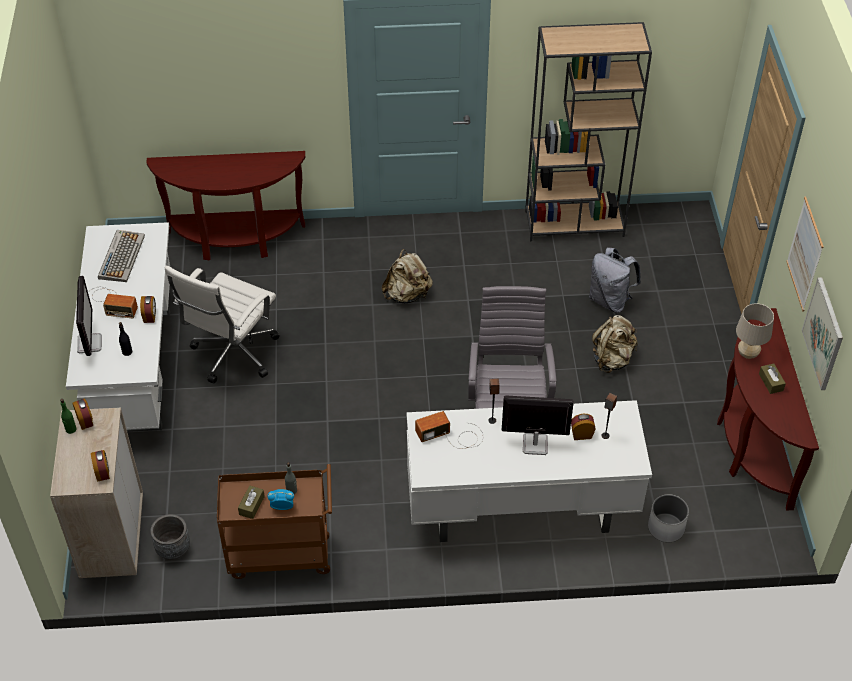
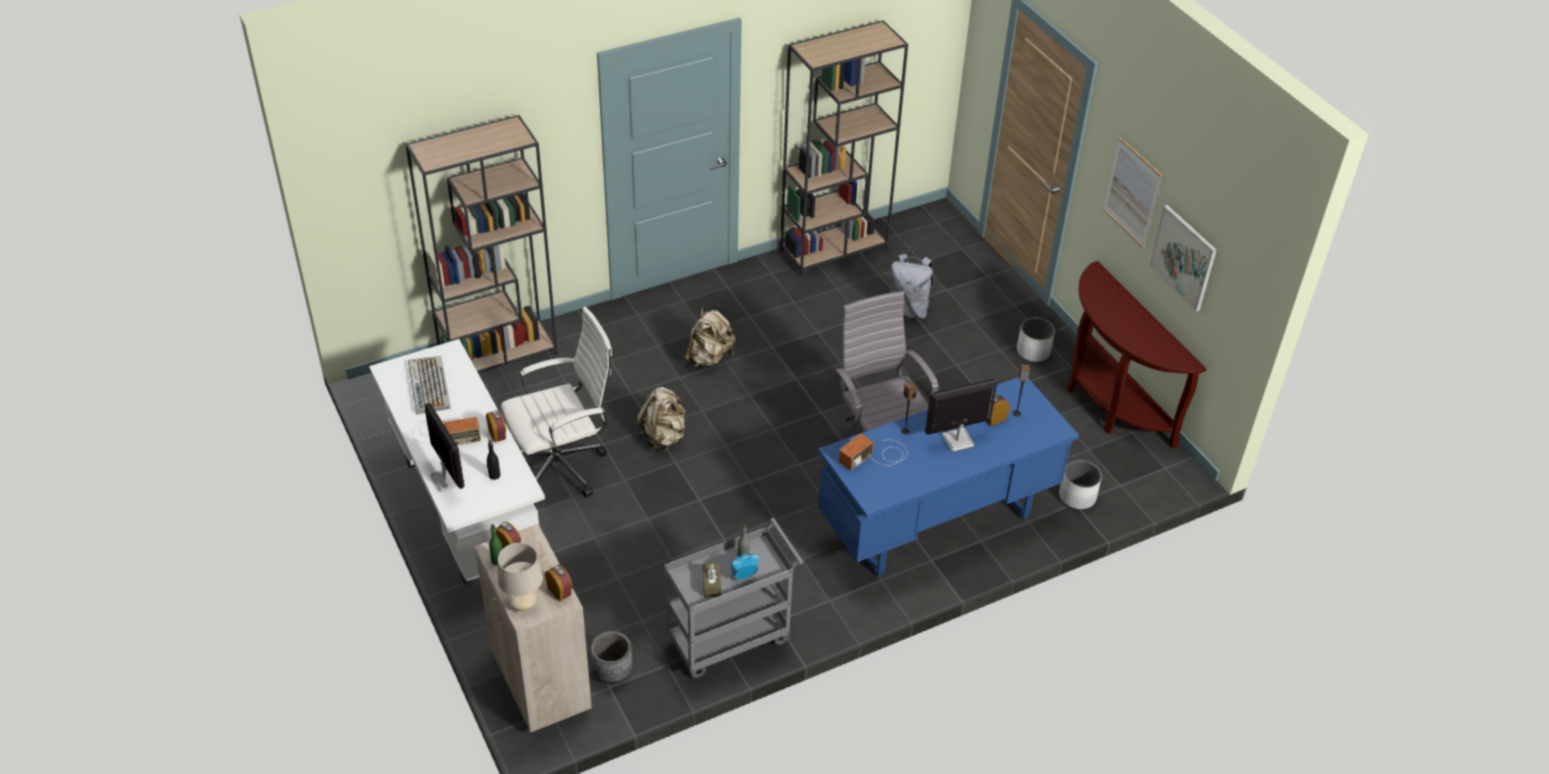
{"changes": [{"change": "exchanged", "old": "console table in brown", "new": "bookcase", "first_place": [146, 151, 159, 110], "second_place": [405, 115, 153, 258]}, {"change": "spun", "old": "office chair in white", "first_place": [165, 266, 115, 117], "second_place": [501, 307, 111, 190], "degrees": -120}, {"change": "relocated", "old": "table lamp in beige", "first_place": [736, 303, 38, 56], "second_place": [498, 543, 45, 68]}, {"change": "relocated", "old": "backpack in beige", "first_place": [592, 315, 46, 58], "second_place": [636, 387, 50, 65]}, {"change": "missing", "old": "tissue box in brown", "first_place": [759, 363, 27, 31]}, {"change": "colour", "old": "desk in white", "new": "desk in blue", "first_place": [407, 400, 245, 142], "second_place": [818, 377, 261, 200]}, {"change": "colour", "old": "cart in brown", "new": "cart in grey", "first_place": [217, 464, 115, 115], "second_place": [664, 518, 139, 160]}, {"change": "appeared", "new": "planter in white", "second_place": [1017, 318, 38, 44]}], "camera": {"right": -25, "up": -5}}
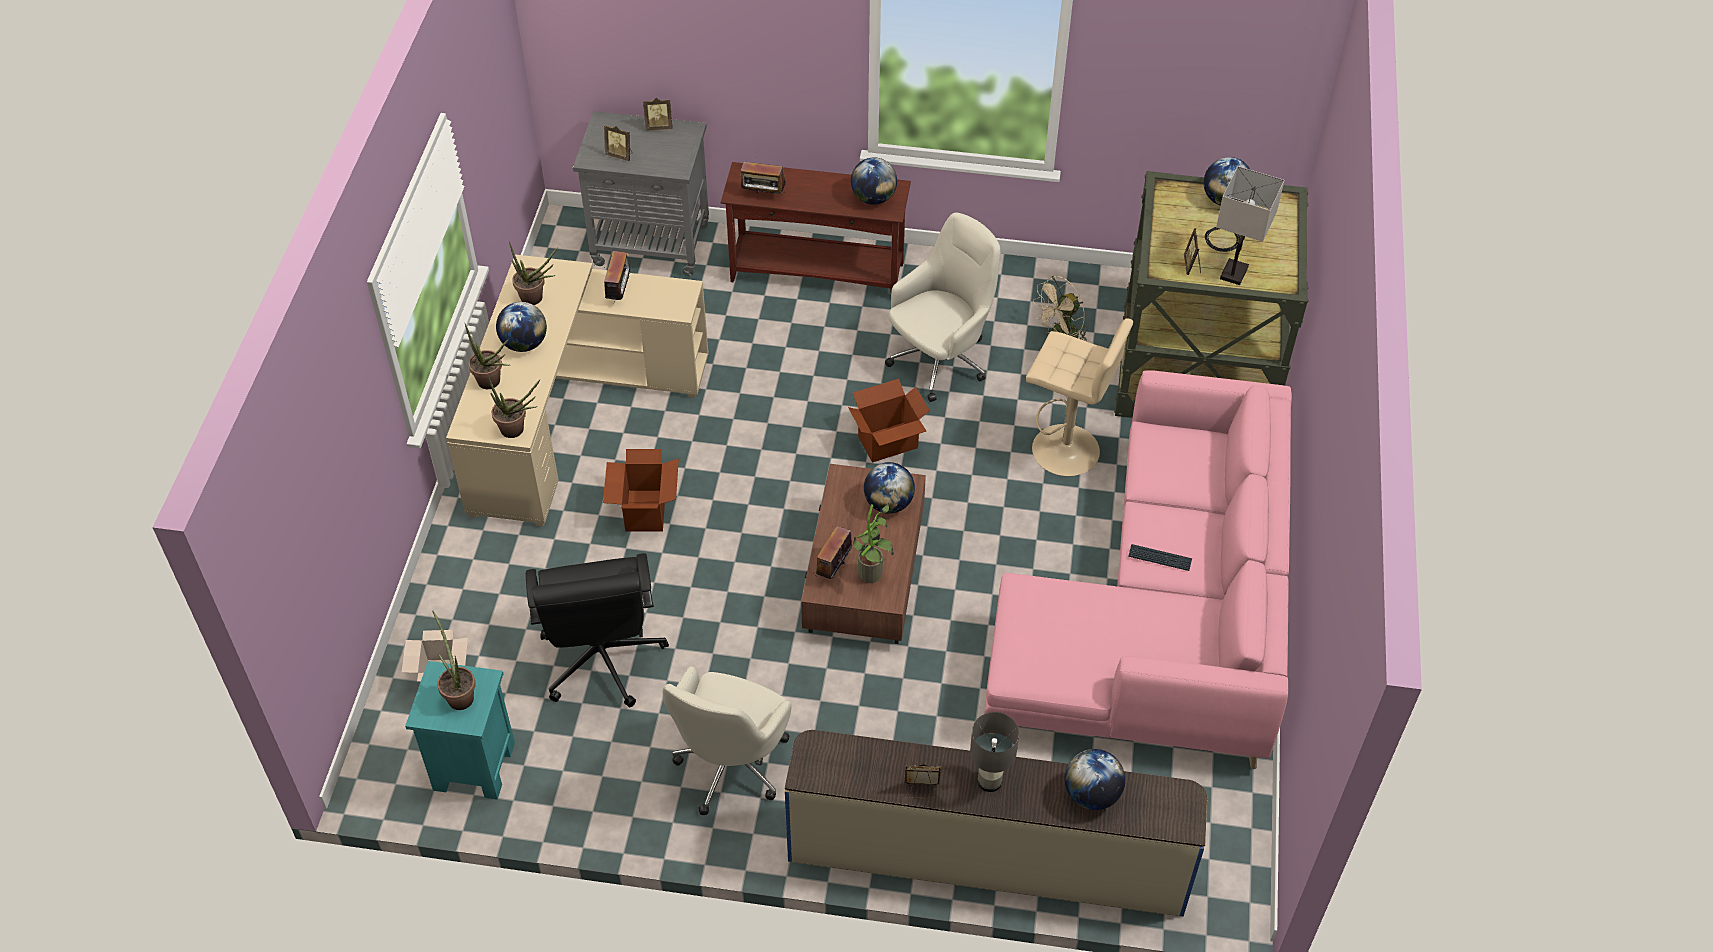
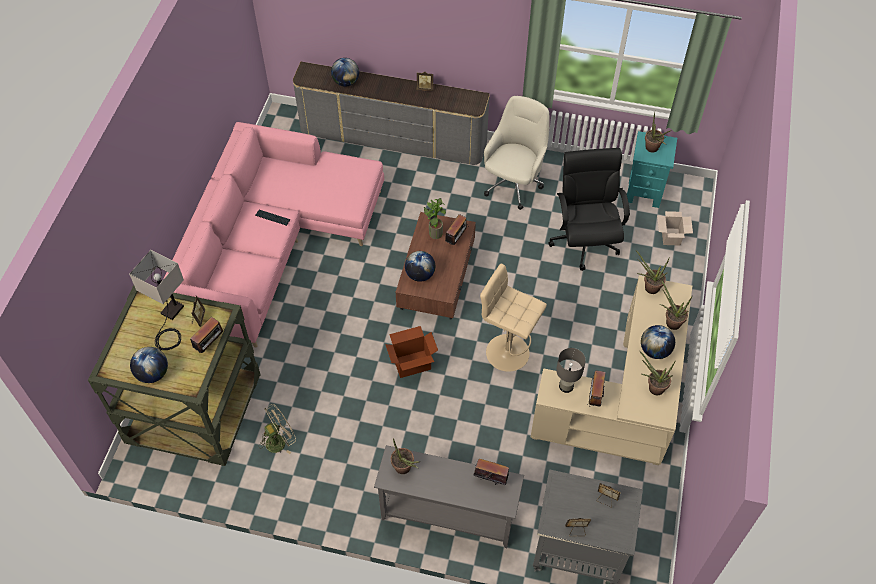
{"changes": [{"change": "exchanged", "old": "globe", "new": "potted plant", "first_place": [851, 157, 46, 48], "second_place": [391, 438, 29, 36]}, {"change": "colour", "old": "console table in brown", "new": "console table in grey", "first_place": [721, 162, 190, 129], "second_place": [374, 445, 150, 103]}, {"change": "missing", "old": "office chair in beige", "first_place": [885, 213, 115, 189]}, {"change": "relocated", "old": "stool in beige", "first_place": [1026, 318, 107, 158], "second_place": [480, 264, 67, 108]}, {"change": "missing", "old": "cardboard box", "first_place": [603, 449, 76, 83]}, {"change": "relocated", "old": "table lamp in grey", "first_place": [970, 712, 49, 80], "second_place": [556, 348, 30, 45]}, {"change": "colour", "old": "cabinet in blue", "new": "cabinet in grey", "first_place": [785, 730, 422, 187], "second_place": [293, 62, 197, 103]}, {"change": "appeared", "new": "radio", "second_place": [190, 317, 34, 36]}], "camera": {"right": -175, "up": 5}}
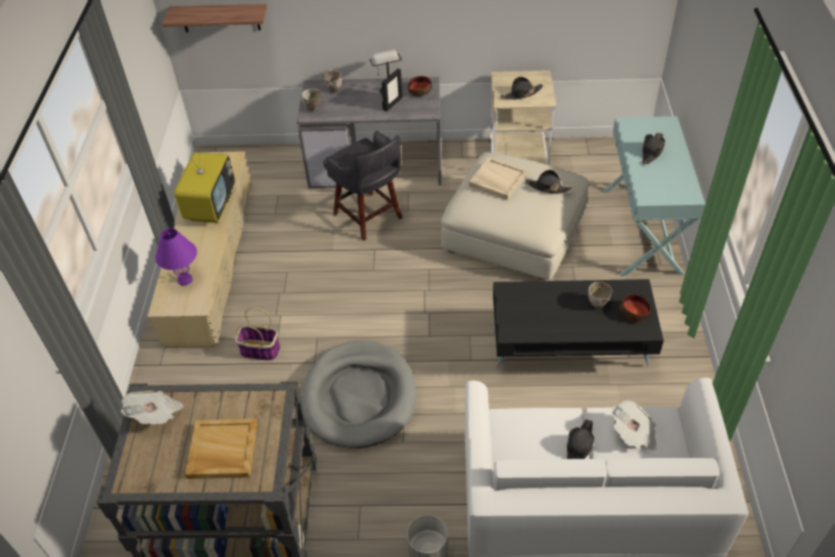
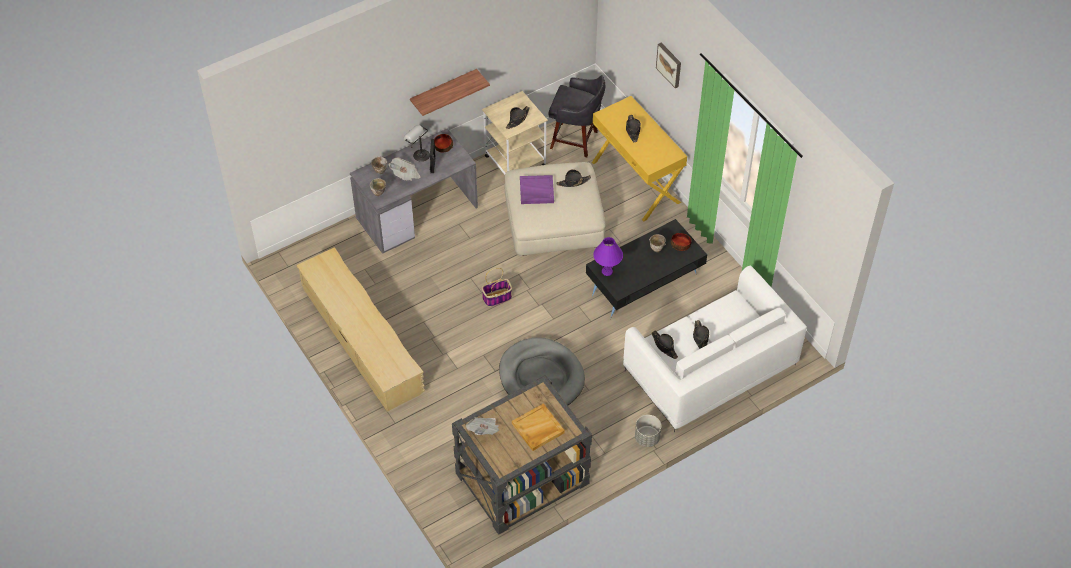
{"changes": [{"change": "relocated", "old": "shelf", "first_place": [162, 4, 105, 28], "second_place": [410, 69, 80, 47]}, {"change": "colour", "old": "console table in turquoise", "new": "console table in yellow", "first_place": [604, 116, 101, 160], "second_place": [592, 96, 95, 125]}, {"change": "relocated", "old": "stool in grey", "first_place": [323, 131, 80, 110], "second_place": [549, 75, 56, 82]}, {"change": "missing", "old": "television", "first_place": [174, 141, 61, 82]}, {"change": "colour", "old": "tray in beige", "new": "tray in purple", "first_place": [469, 157, 58, 43], "second_place": [520, 175, 34, 29]}, {"change": "relocated", "old": "table lamp in purple", "first_place": [155, 228, 42, 58], "second_place": [593, 237, 30, 39]}, {"change": "relocated", "old": "basket", "first_place": [235, 308, 45, 53], "second_place": [481, 268, 31, 39]}, {"change": "relocated", "old": "newspaper", "first_place": [612, 400, 44, 50], "second_place": [389, 158, 32, 23]}, {"change": "appeared", "new": "picture", "second_place": [656, 43, 25, 45]}, {"change": "appeared", "new": "hat in black", "second_place": [652, 330, 26, 29]}], "camera": {"right": -35, "up": 5}}
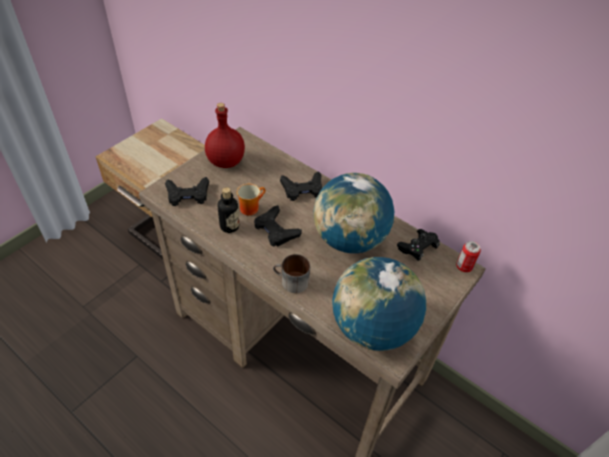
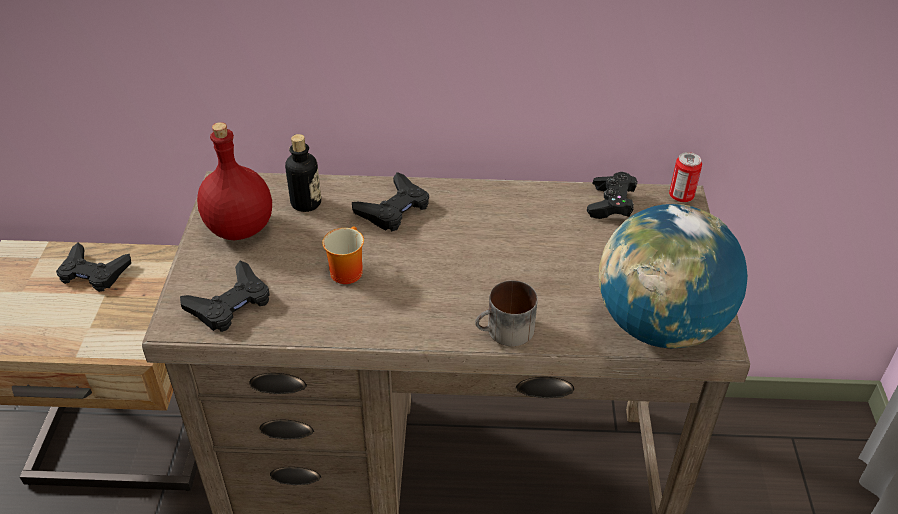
{"changes": [{"change": "missing", "old": "globe", "first_place": [314, 173, 80, 80]}, {"change": "relocated", "old": "bottle", "first_place": [218, 187, 21, 46], "second_place": [285, 134, 36, 78]}, {"change": "relocated", "old": "game controller in black", "first_place": [254, 205, 48, 41], "second_place": [56, 243, 75, 49]}], "camera": {"right": -35, "up": -5}}
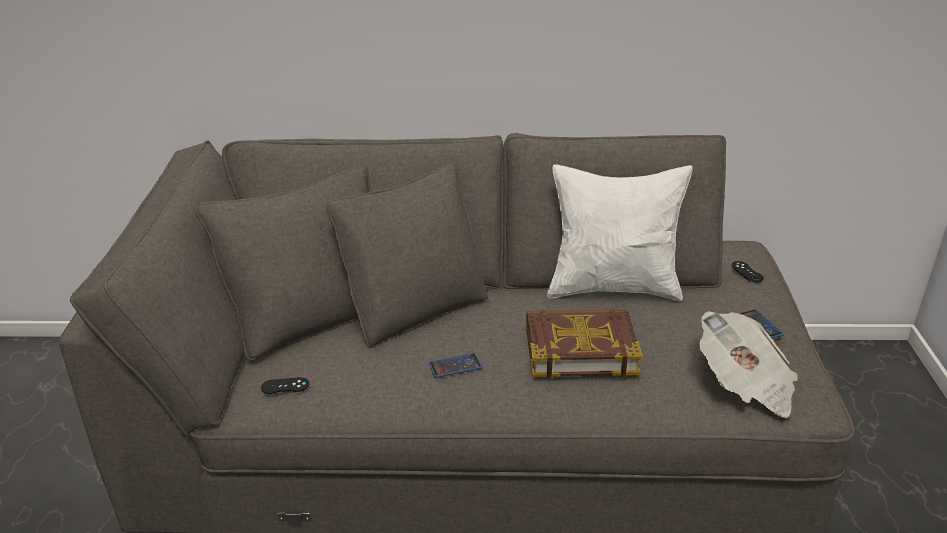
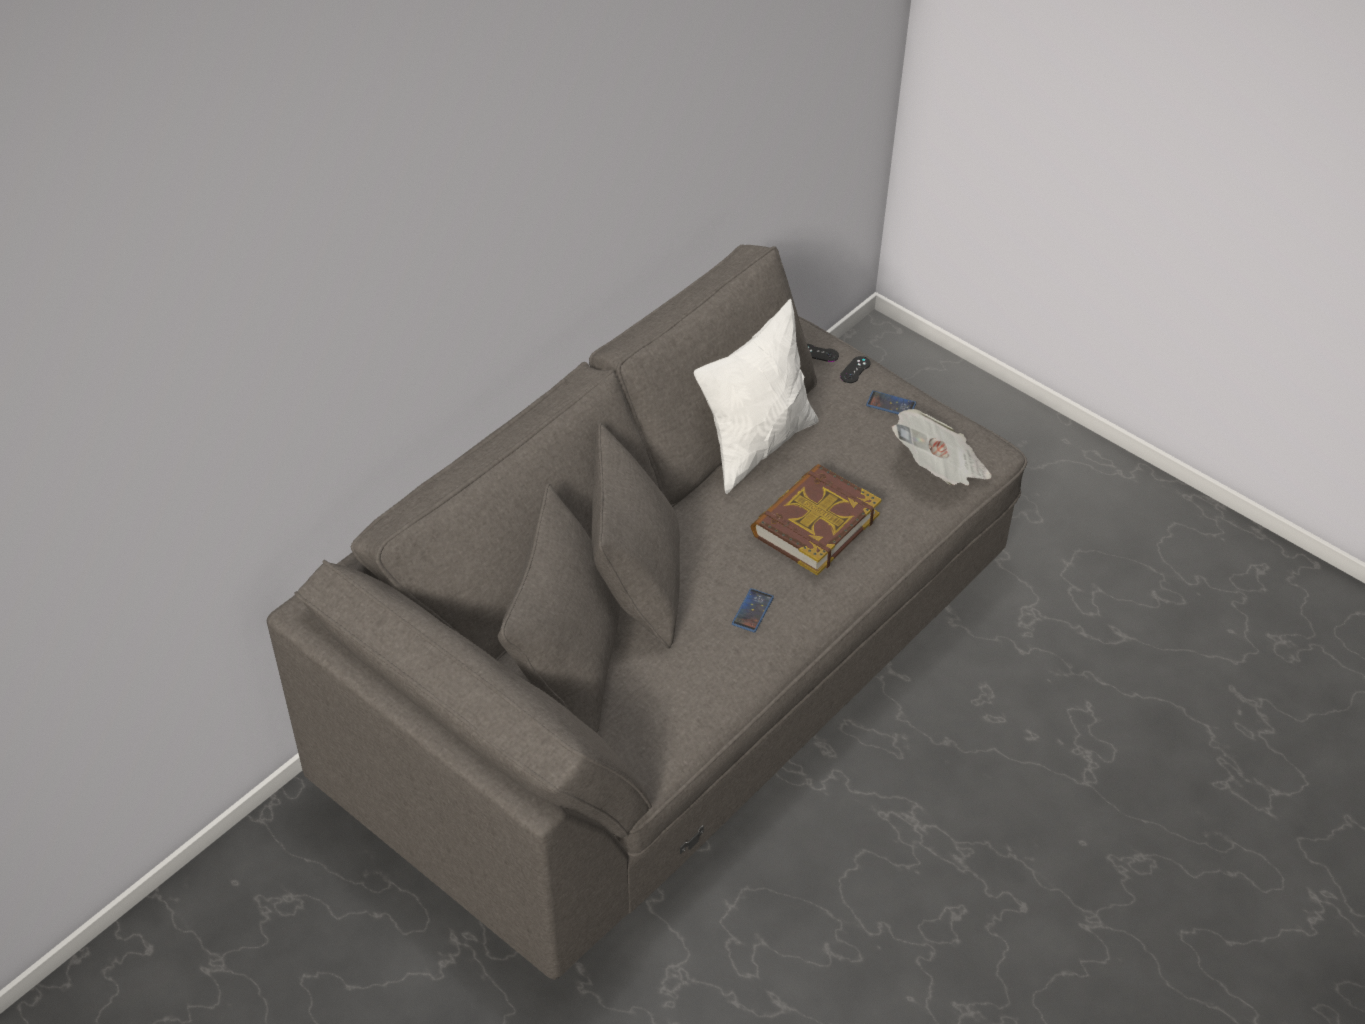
{"changes": [{"change": "relocated", "old": "game controller in black", "first_place": [261, 377, 48, 17], "second_place": [840, 356, 31, 27]}], "camera": {"right": -50, "up": 15}}
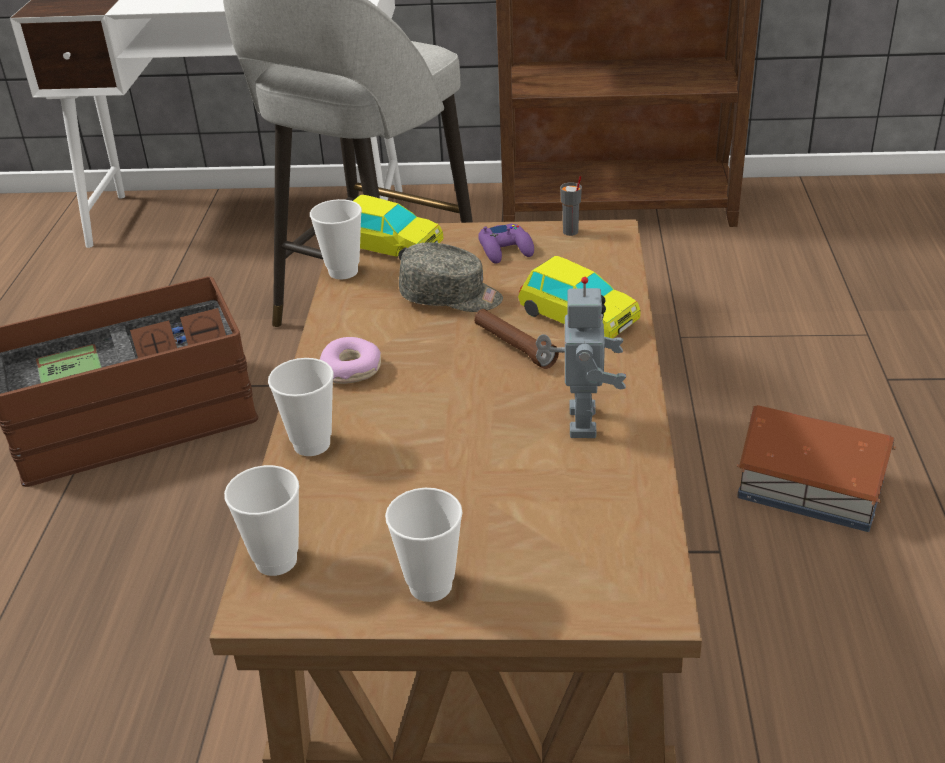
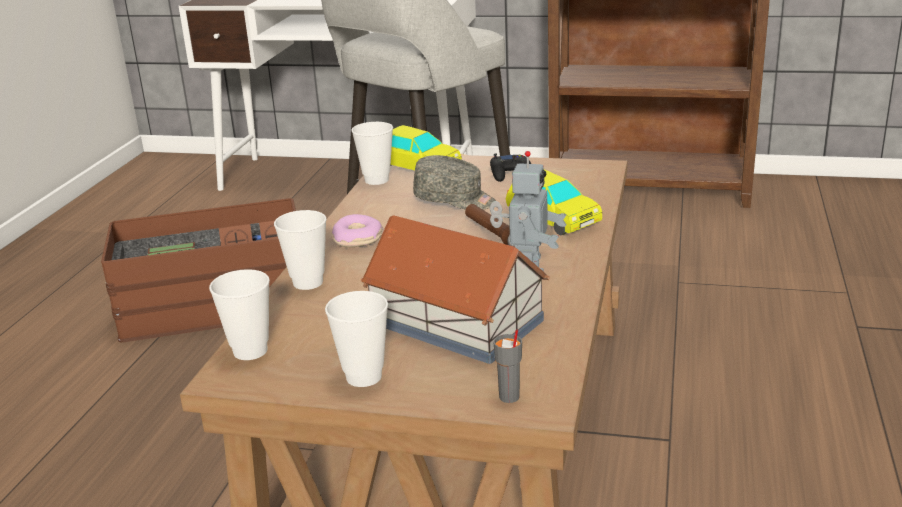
{"changes": [{"change": "relocated", "old": "cup in grey", "first_place": [560, 176, 22, 60], "second_place": [493, 330, 29, 73]}, {"change": "colour", "old": "game controller in purple", "new": "game controller in black", "first_place": [478, 223, 56, 41], "second_place": [490, 153, 41, 29]}, {"change": "relocated", "old": "toy house", "first_place": [737, 405, 159, 127], "second_place": [360, 215, 190, 149]}], "camera": {"right": 10, "up": -10}}
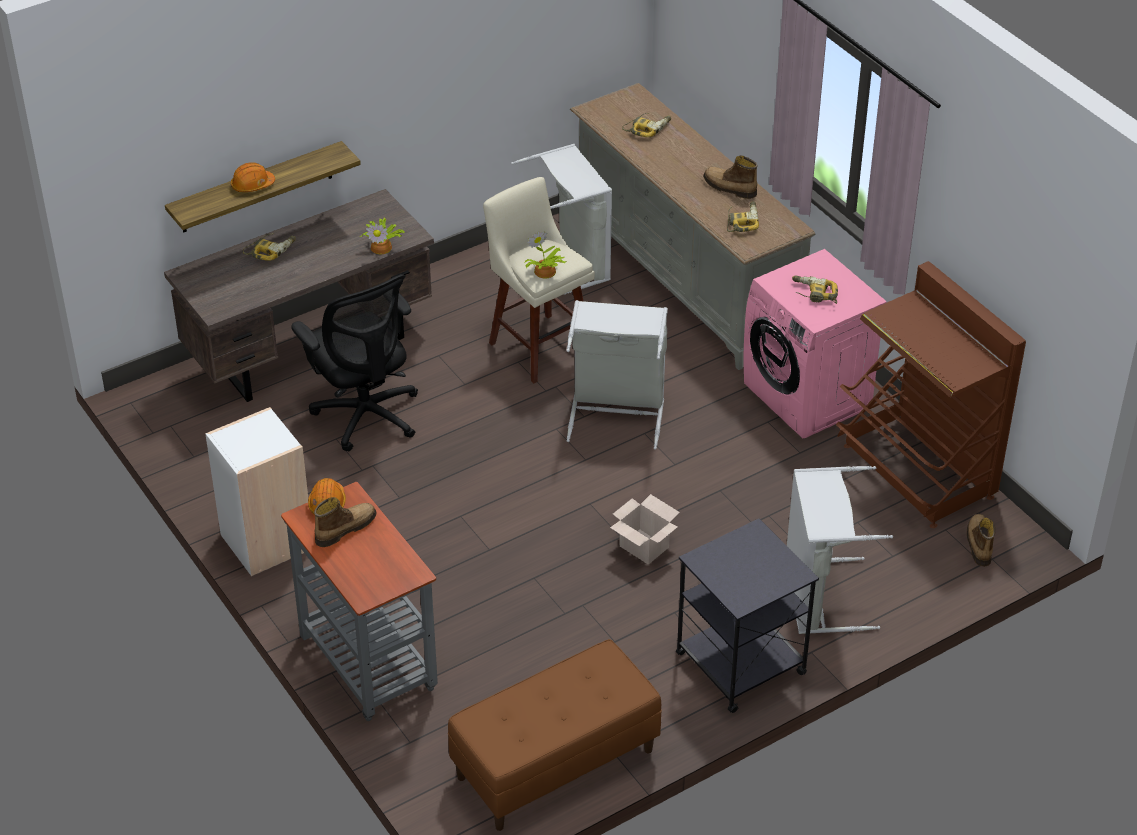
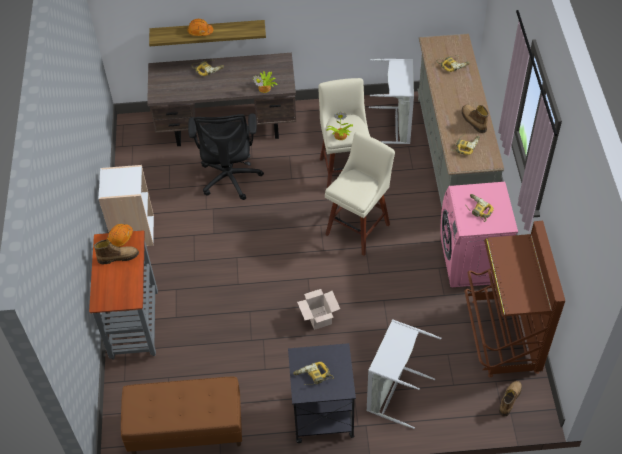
{"changes": [{"change": "exchanged", "old": "laundry basket in grey", "new": "stool in beige", "first_place": [566, 300, 102, 150], "second_place": [325, 132, 70, 124]}, {"change": "appeared", "new": "power drill", "second_place": [293, 362, 41, 23]}], "camera": {"right": 30, "up": 10}}
